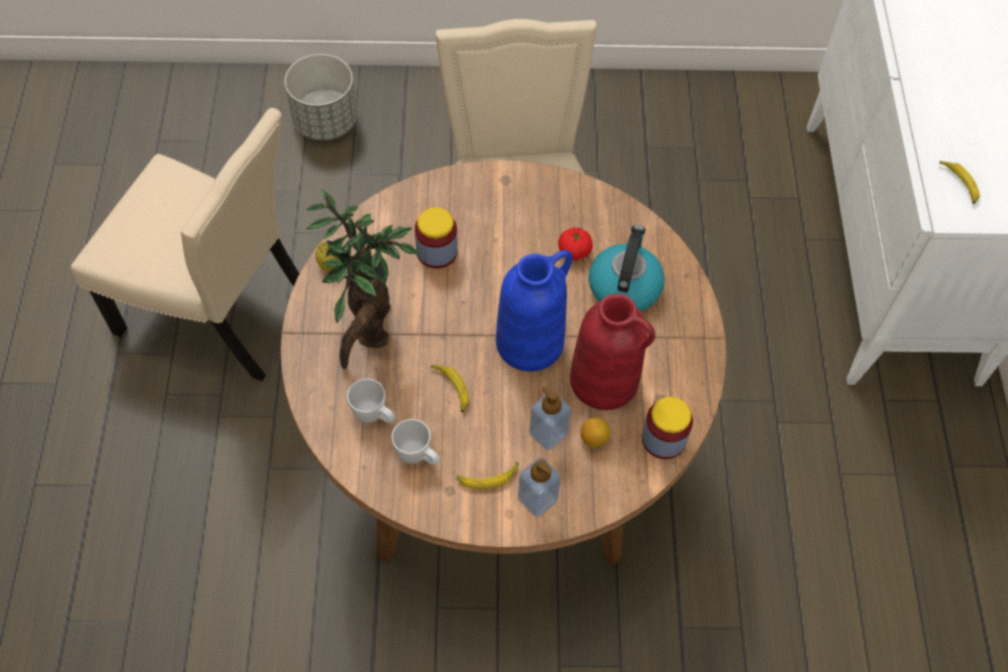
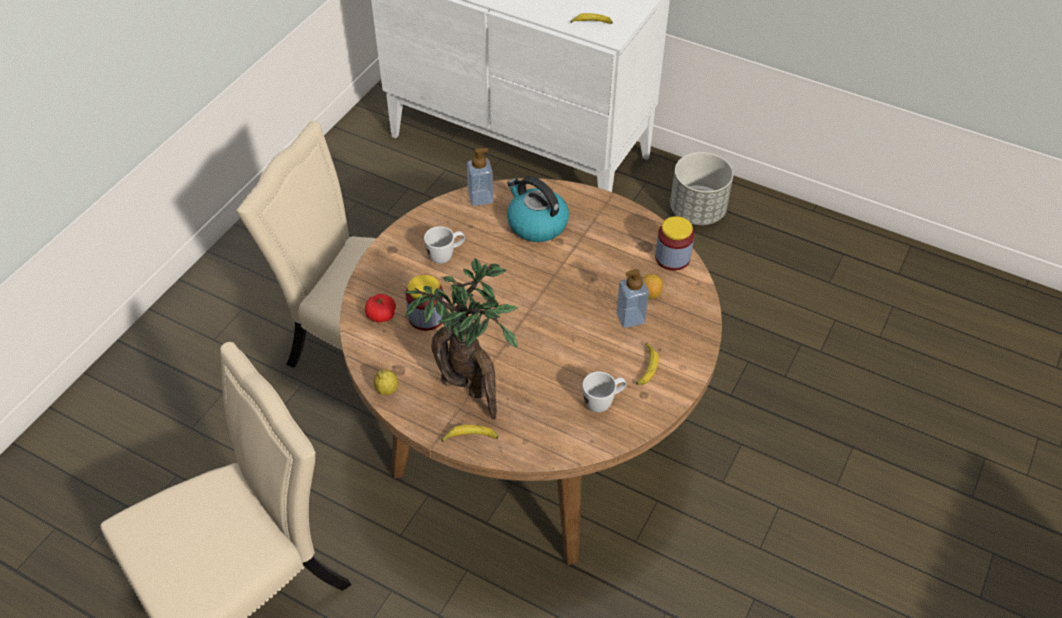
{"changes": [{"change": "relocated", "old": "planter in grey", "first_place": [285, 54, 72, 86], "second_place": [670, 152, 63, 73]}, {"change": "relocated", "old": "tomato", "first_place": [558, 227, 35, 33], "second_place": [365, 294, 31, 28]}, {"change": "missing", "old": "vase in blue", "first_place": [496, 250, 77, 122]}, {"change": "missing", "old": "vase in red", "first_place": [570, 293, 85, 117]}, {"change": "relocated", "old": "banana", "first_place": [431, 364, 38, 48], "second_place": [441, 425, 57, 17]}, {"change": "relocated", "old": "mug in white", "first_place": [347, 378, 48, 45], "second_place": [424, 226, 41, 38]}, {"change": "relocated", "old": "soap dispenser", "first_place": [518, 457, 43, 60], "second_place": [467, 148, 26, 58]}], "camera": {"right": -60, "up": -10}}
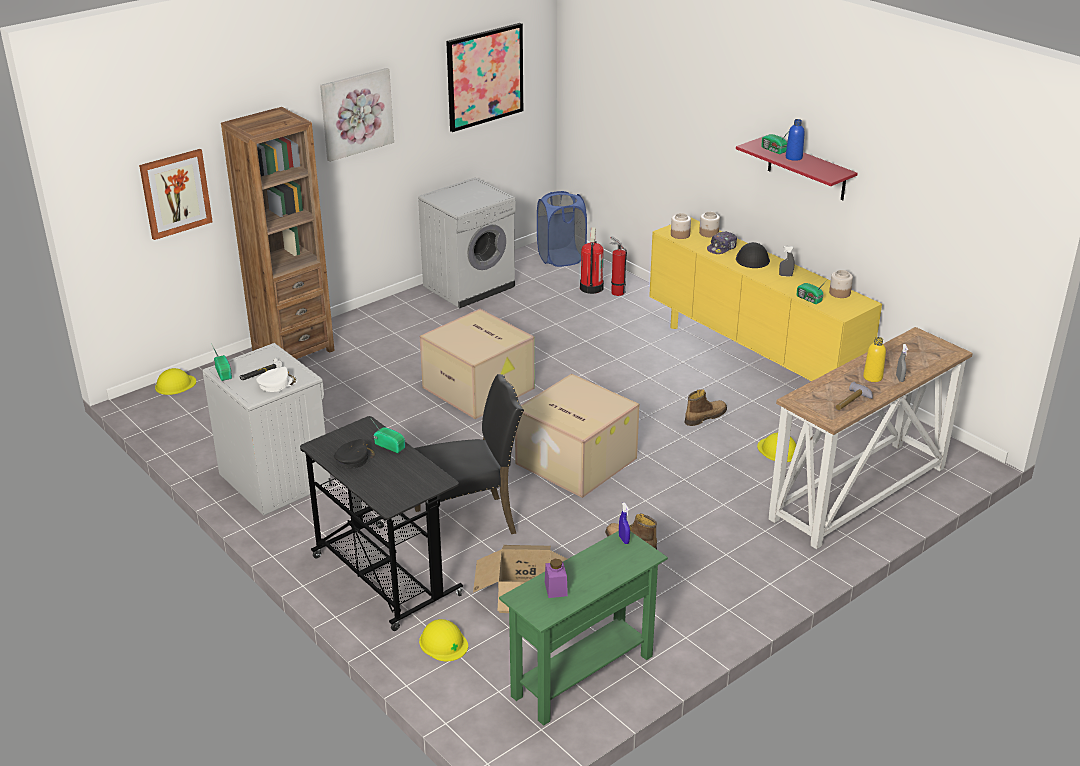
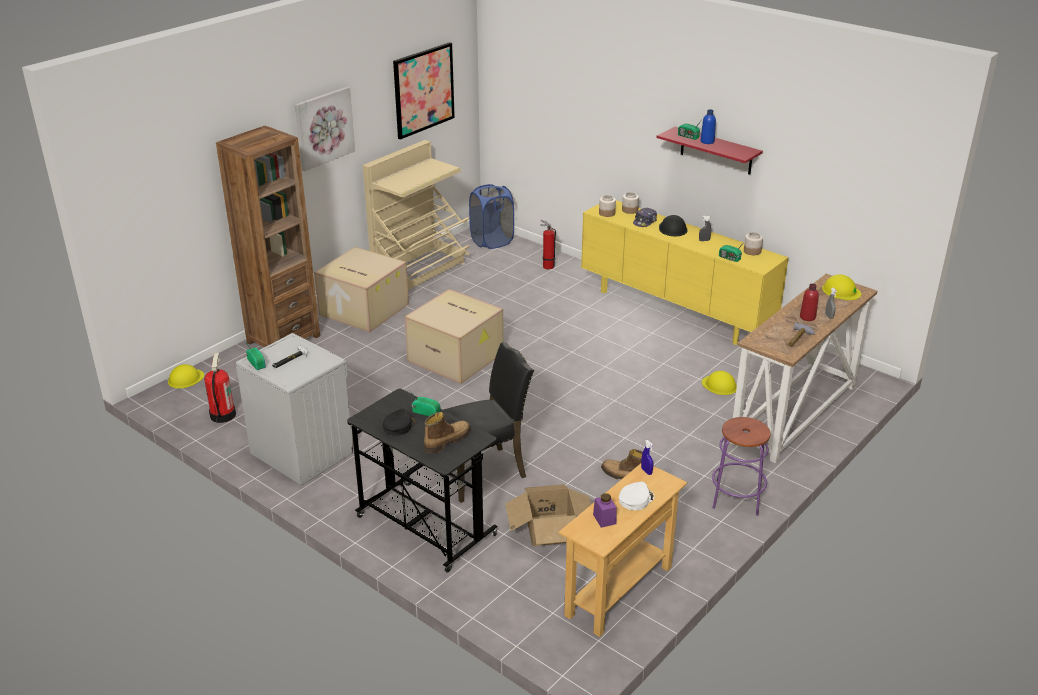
{"changes": [{"change": "missing", "old": "picture", "first_place": [139, 149, 74, 91]}, {"change": "exchanged", "old": "washing machine in white", "new": "shoe rack in beige", "first_place": [418, 177, 98, 132], "second_place": [363, 140, 107, 154]}, {"change": "relocated", "old": "fire extinguisher", "first_place": [580, 227, 24, 67], "second_place": [204, 353, 32, 70]}, {"change": "colour", "old": "bottle in yellow", "new": "bottle in red", "first_place": [863, 337, 23, 45], "second_place": [800, 284, 19, 37]}, {"change": "relocated", "old": "cap in white", "first_place": [256, 367, 41, 25], "second_place": [619, 482, 36, 28]}, {"change": "relocated", "old": "cardboard box", "first_place": [515, 374, 124, 124], "second_place": [314, 247, 95, 85]}, {"change": "relocated", "old": "boot", "first_place": [685, 389, 42, 37], "second_place": [424, 412, 47, 42]}, {"change": "colour", "old": "console table in green", "new": "console table in beige", "first_place": [499, 531, 169, 195], "second_place": [559, 464, 128, 173]}, {"change": "relocated", "old": "hard hat in yellow", "first_place": [419, 619, 49, 42], "second_place": [822, 274, 39, 26]}, {"change": "appeared", "new": "stool in purple", "second_place": [712, 417, 59, 99]}], "camera": {"right": -10, "up": 0}}
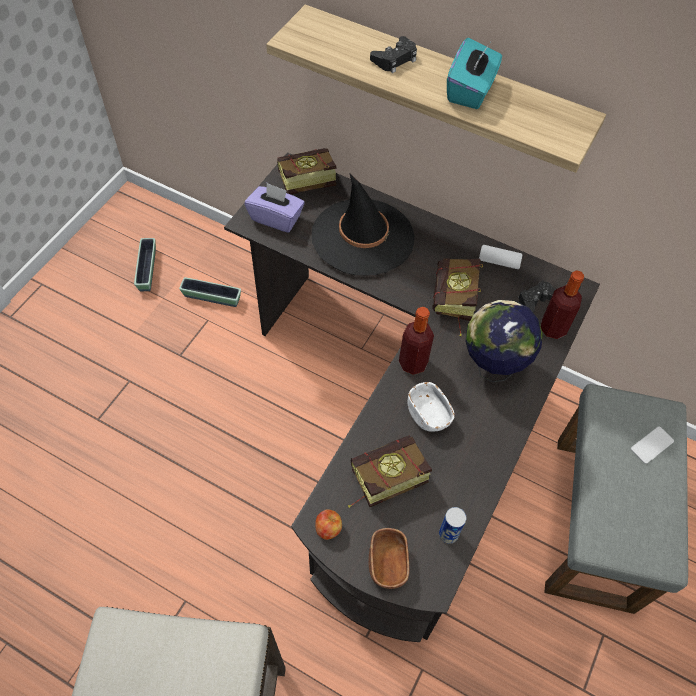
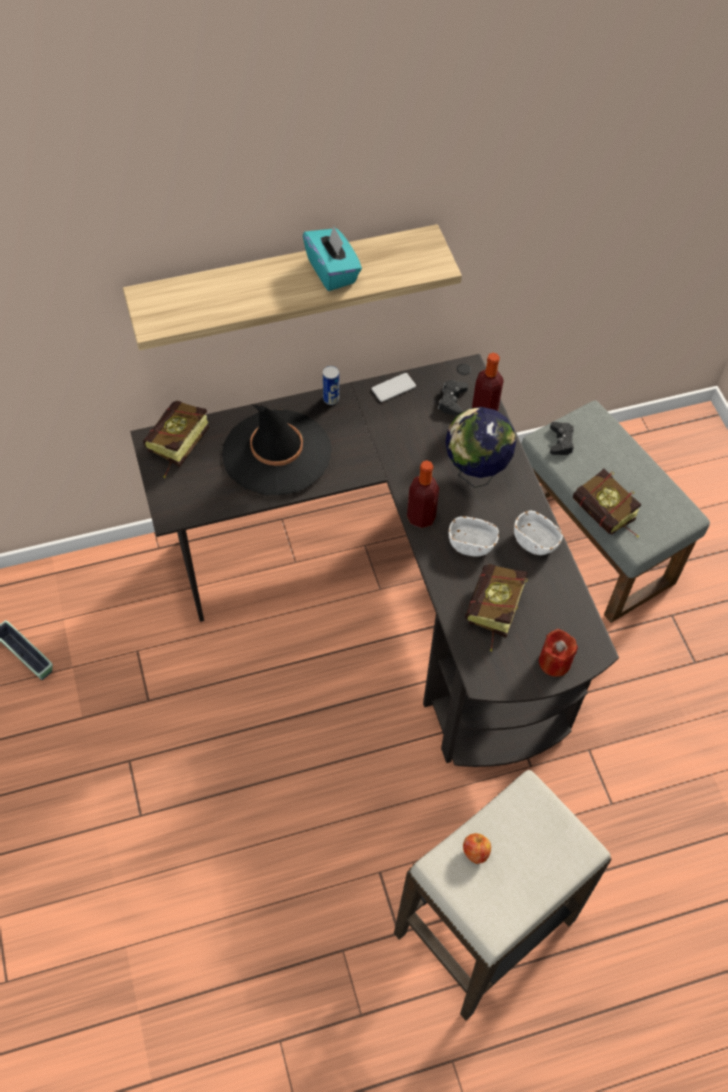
{"changes": [{"change": "relocated", "old": "game controller in black", "first_place": [370, 36, 47, 37], "second_place": [550, 422, 24, 33]}, {"change": "missing", "old": "tissue box in purple", "first_place": [245, 183, 60, 50]}, {"change": "relocated", "old": "book", "first_place": [433, 258, 50, 78], "second_place": [573, 469, 68, 69]}, {"change": "missing", "old": "planter", "first_place": [179, 277, 62, 30]}, {"change": "missing", "old": "phone", "first_place": [631, 426, 43, 38]}, {"change": "relocated", "old": "can", "first_place": [439, 507, 27, 37], "second_place": [323, 366, 16, 39]}, {"change": "relocated", "old": "apple", "first_place": [315, 509, 27, 31], "second_place": [463, 833, 28, 31]}, {"change": "exchanged", "old": "bowl in brown", "new": "candle in red", "first_place": [369, 528, 40, 61], "second_place": [539, 629, 39, 48]}, {"change": "appeared", "new": "bowl in white", "second_place": [514, 511, 49, 44]}], "camera": {"right": -45, "up": 0}}
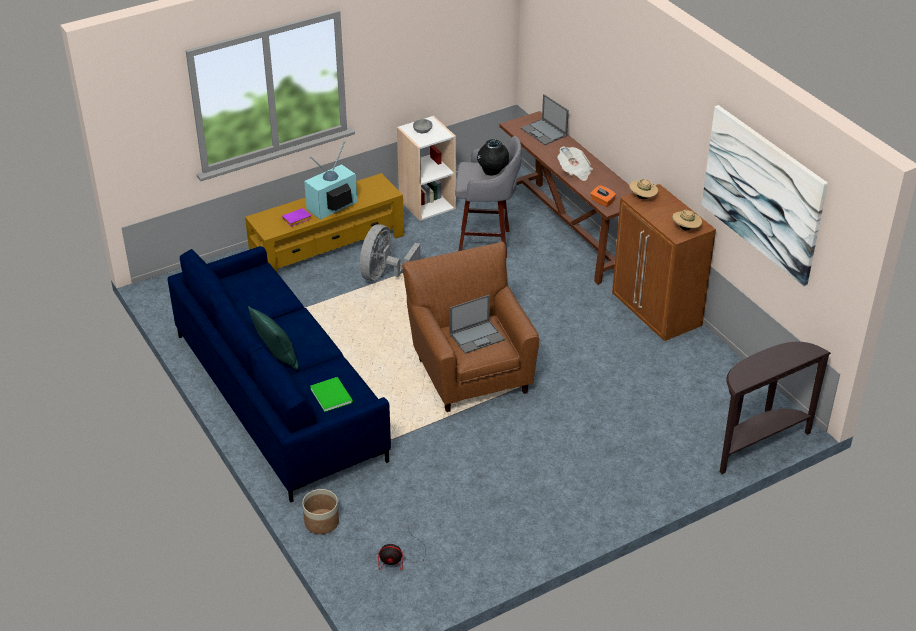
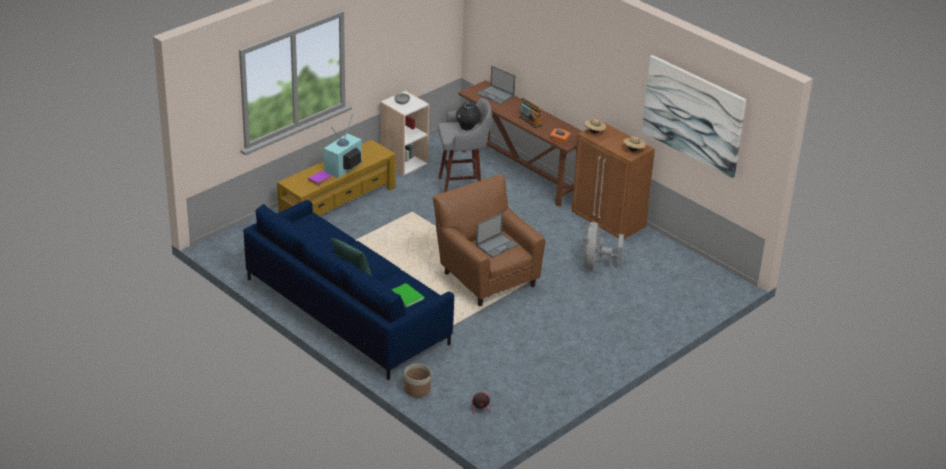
{"changes": [{"change": "exchanged", "old": "newspaper", "new": "radio", "first_place": [557, 146, 36, 35], "second_place": [519, 97, 24, 31]}, {"change": "relocated", "old": "fan in grey", "first_place": [360, 224, 61, 57], "second_place": [581, 222, 43, 47]}, {"change": "missing", "old": "console table in brown", "first_place": [720, 342, 111, 132]}], "camera": {"right": -15, "up": -5}}
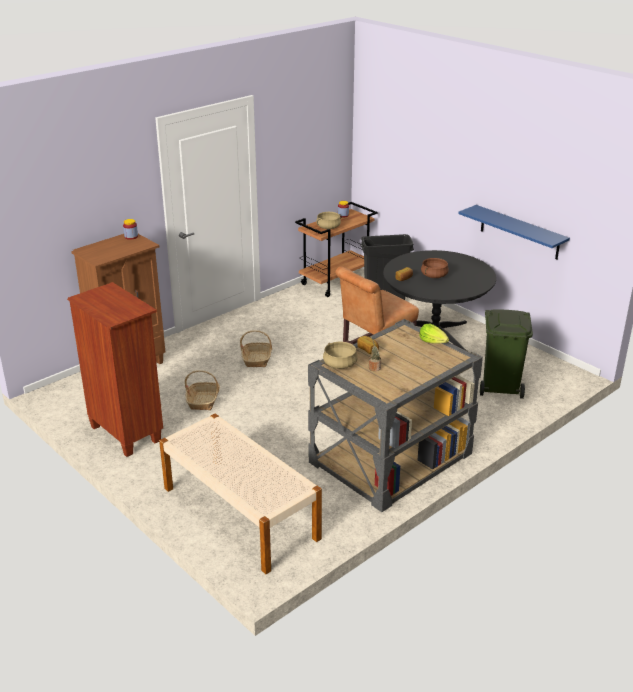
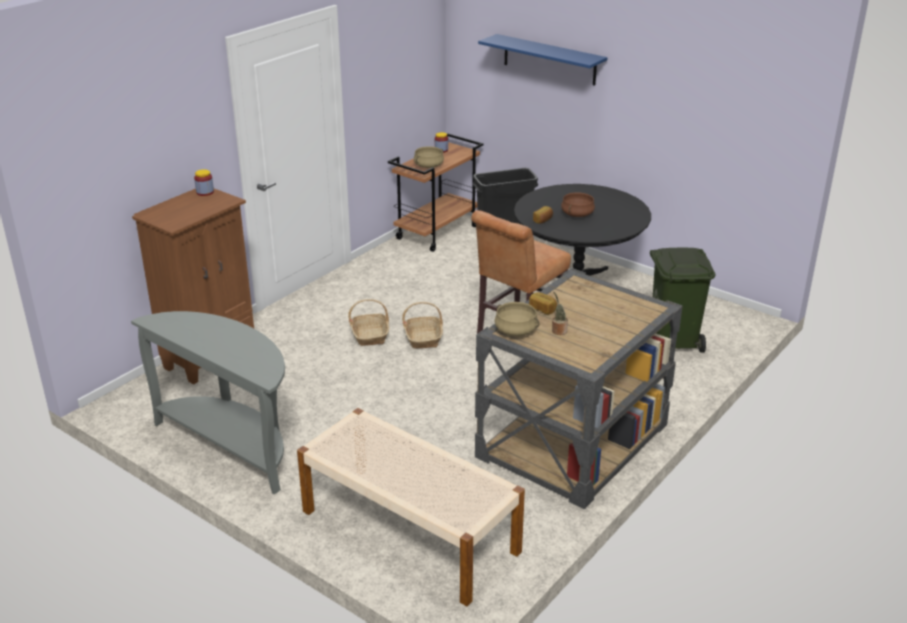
{"changes": [{"change": "relocated", "old": "shelf in blue", "first_place": [458, 205, 112, 55], "second_place": [478, 34, 130, 52]}, {"change": "exchanged", "old": "cabinet in brown", "new": "console table in grey", "first_place": [67, 282, 96, 175], "second_place": [131, 311, 154, 183]}, {"change": "missing", "old": "lettuce", "first_place": [419, 324, 30, 20]}, {"change": "relocated", "old": "basket", "first_place": [185, 370, 35, 40], "second_place": [402, 302, 41, 47]}], "camera": {"right": -10, "up": 0}}
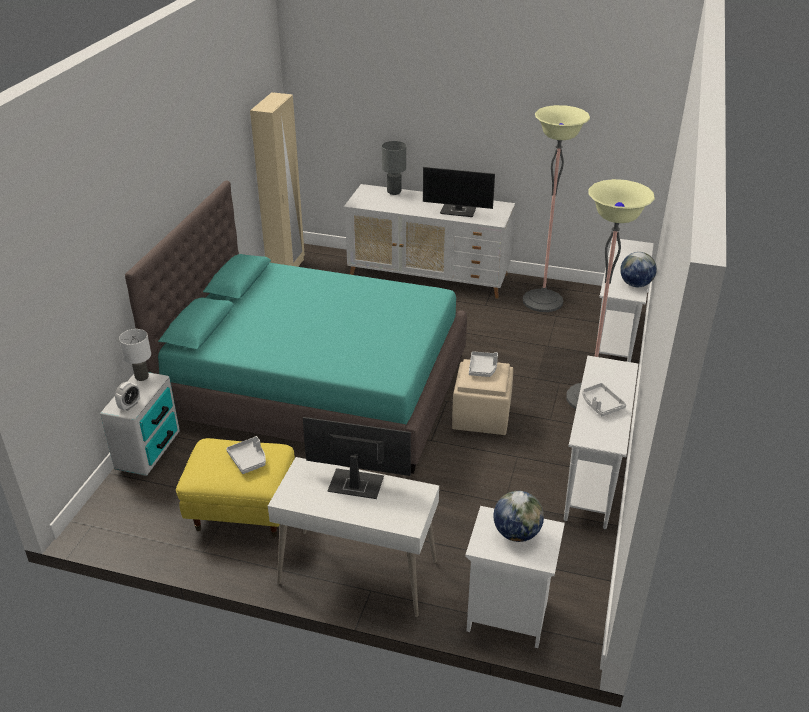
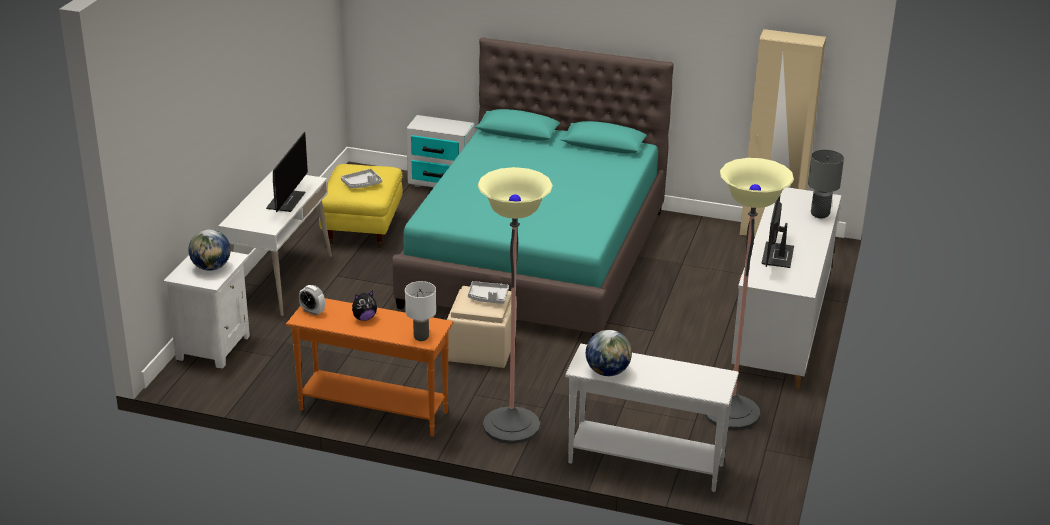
{"changes": [{"change": "relocated", "old": "table lamp in white", "first_place": [119, 329, 32, 52], "second_place": [405, 281, 31, 60]}, {"change": "colour", "old": "console table in white", "new": "console table in orange", "first_place": [564, 356, 74, 173], "second_place": [286, 298, 167, 139]}, {"change": "relocated", "old": "alarm clock", "first_place": [115, 382, 25, 29], "second_place": [299, 285, 26, 31]}, {"change": "exchanged", "old": "tray in grey", "new": "plush toy", "first_place": [582, 383, 44, 33], "second_place": [352, 290, 25, 31]}], "camera": {"right": 90, "up": -5}}
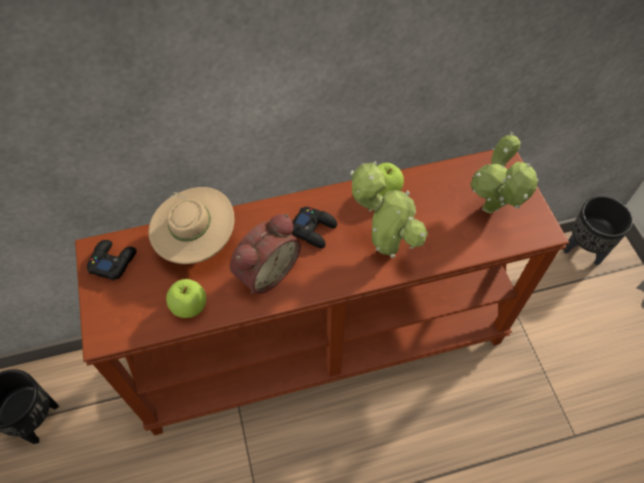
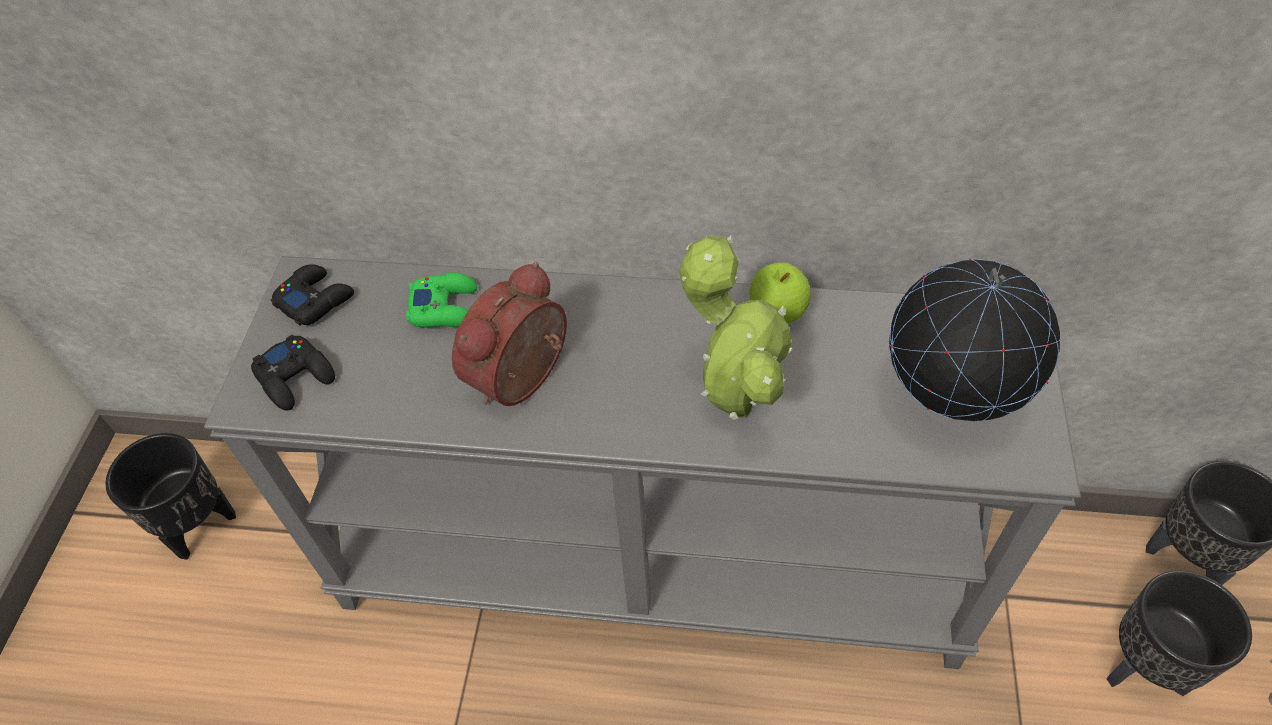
{"changes": [{"change": "exchanged", "old": "potted plant", "new": "globe", "first_place": [470, 132, 68, 81], "second_place": [889, 259, 171, 162]}, {"change": "colour", "old": "console table in brown", "new": "console table in grey", "first_place": [75, 150, 494, 285], "second_place": [204, 256, 877, 413]}, {"change": "exchanged", "old": "hat in beige", "new": "game controller in green", "first_place": [148, 187, 87, 77], "second_place": [406, 273, 71, 54]}, {"change": "relocated", "old": "game controller in black", "first_place": [292, 207, 45, 41], "second_place": [251, 335, 84, 76]}, {"change": "spun", "old": "alarm clock", "first_place": [230, 214, 71, 80], "second_place": [452, 262, 115, 144], "degrees": 150}, {"change": "missing", "old": "apple", "first_place": [166, 279, 40, 39]}, {"change": "appeared", "new": "planter in black", "second_place": [1106, 571, 146, 125]}], "camera": {"right": 25, "up": -5}}
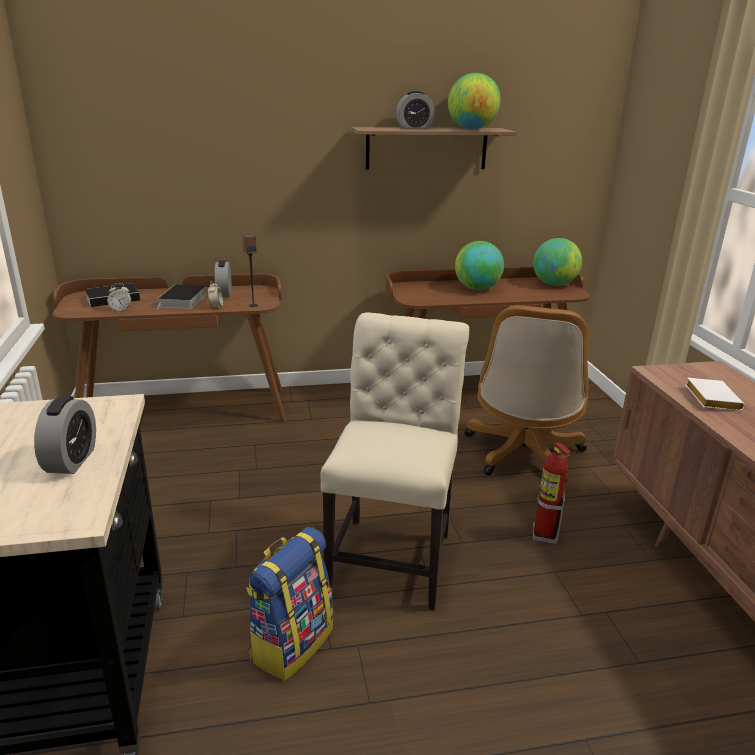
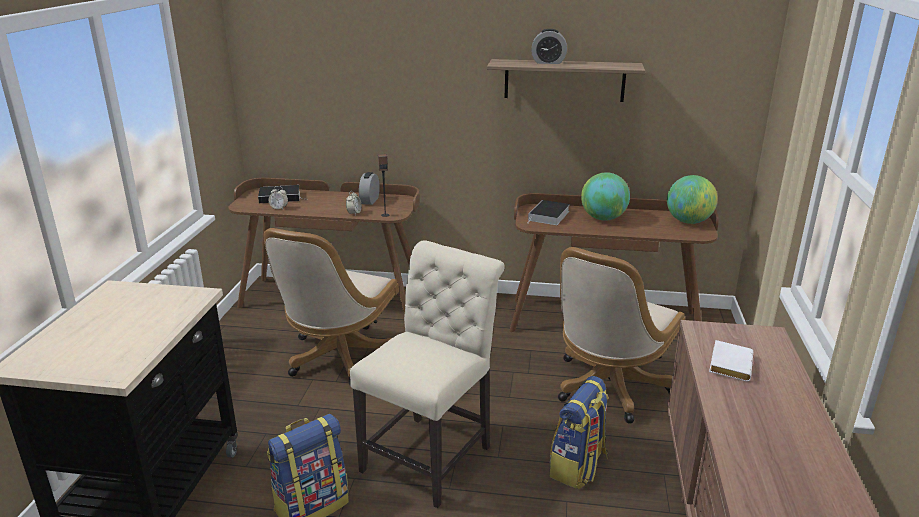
{"changes": [{"change": "missing", "old": "globe", "first_place": [448, 73, 53, 56]}, {"change": "relocated", "old": "book", "first_place": [157, 285, 49, 24], "second_place": [527, 200, 43, 25]}, {"change": "missing", "old": "alarm clock", "first_place": [34, 396, 62, 78]}, {"change": "exchanged", "old": "fire extinguisher", "new": "backpack", "first_place": [533, 442, 38, 102], "second_place": [549, 376, 60, 113]}, {"change": "appeared", "new": "office chair", "second_place": [264, 228, 135, 158]}], "camera": {"right": 20, "up": 0}}
